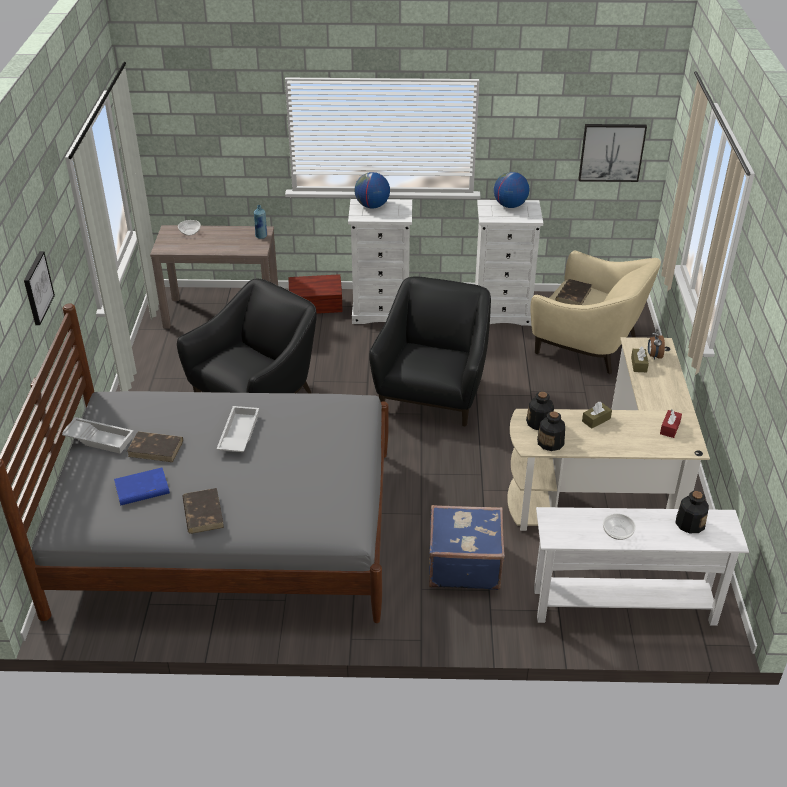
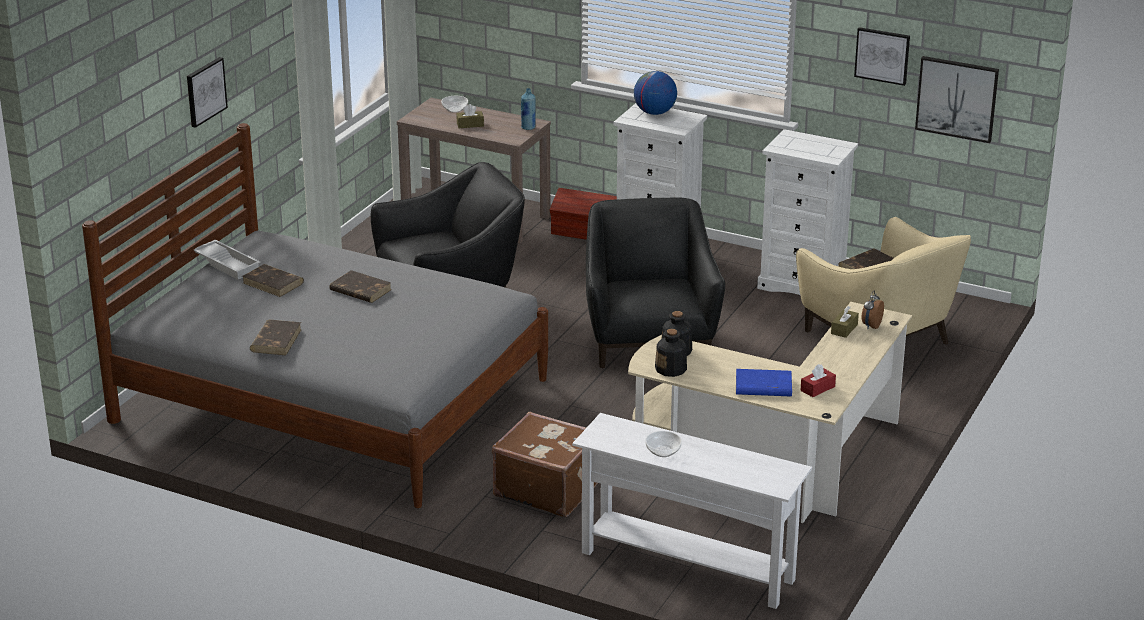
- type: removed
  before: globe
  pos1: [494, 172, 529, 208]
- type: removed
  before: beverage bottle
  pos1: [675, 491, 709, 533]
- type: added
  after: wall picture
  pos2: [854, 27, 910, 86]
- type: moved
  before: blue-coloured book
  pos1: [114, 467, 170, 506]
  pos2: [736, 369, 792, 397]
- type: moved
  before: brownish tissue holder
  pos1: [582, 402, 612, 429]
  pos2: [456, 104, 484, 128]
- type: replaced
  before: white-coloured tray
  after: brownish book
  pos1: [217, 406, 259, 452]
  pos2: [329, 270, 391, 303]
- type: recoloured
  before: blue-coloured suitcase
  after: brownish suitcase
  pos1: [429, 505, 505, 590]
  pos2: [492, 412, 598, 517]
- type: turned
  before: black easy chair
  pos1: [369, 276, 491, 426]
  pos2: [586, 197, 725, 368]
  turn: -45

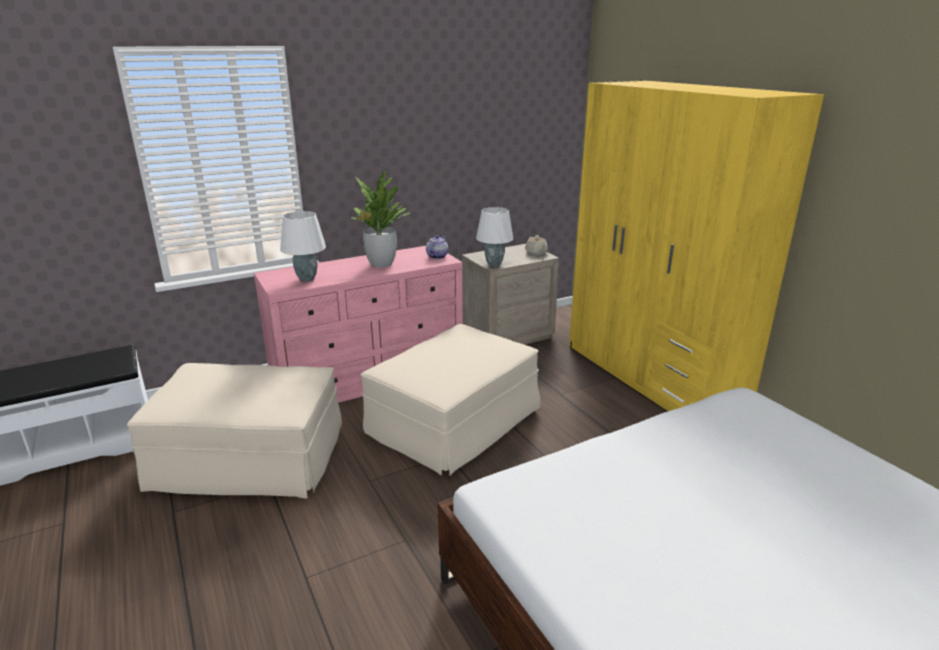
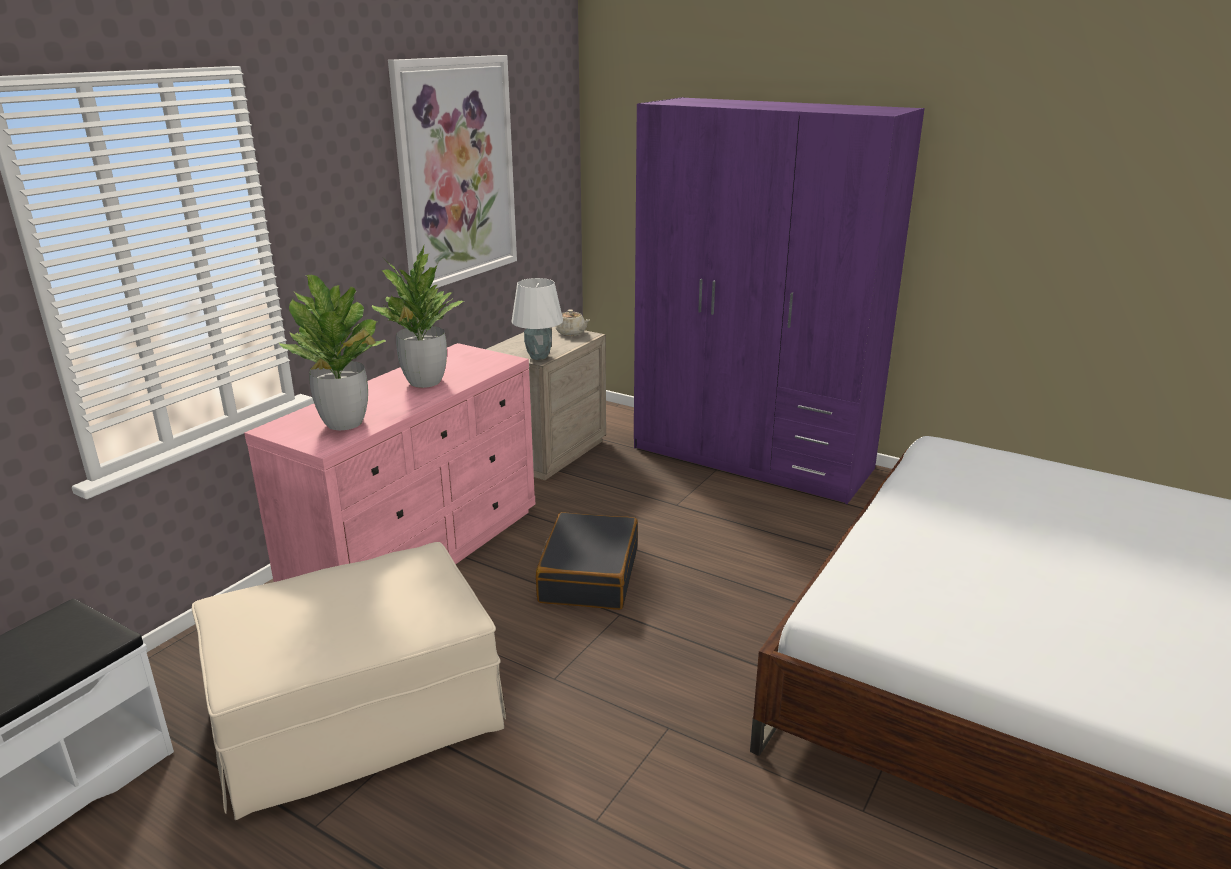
- type: removed
  before: pot for tea
  pos1: [426, 235, 448, 259]
- type: added
  after: wall picture
  pos2: [388, 55, 517, 289]
- type: replaced
  before: white-coloured tabletop lamp
  after: houseplant
  pos1: [280, 211, 326, 282]
  pos2: [279, 275, 386, 430]
- type: replaced
  before: beige pouffe
  after: black suitcase
  pos1: [360, 324, 541, 476]
  pos2: [536, 512, 638, 610]
- type: recoloured
  before: yellowish armoire
  after: purple armoire
  pos1: [569, 80, 824, 411]
  pos2: [634, 97, 925, 504]

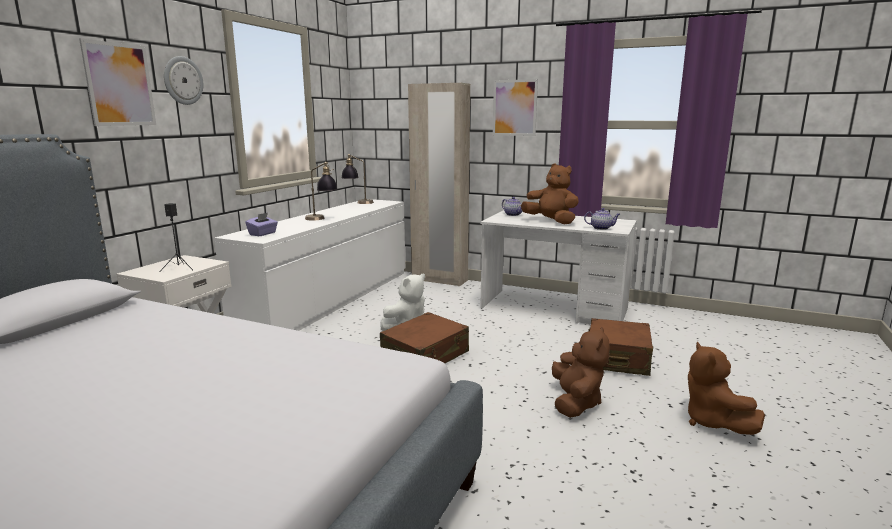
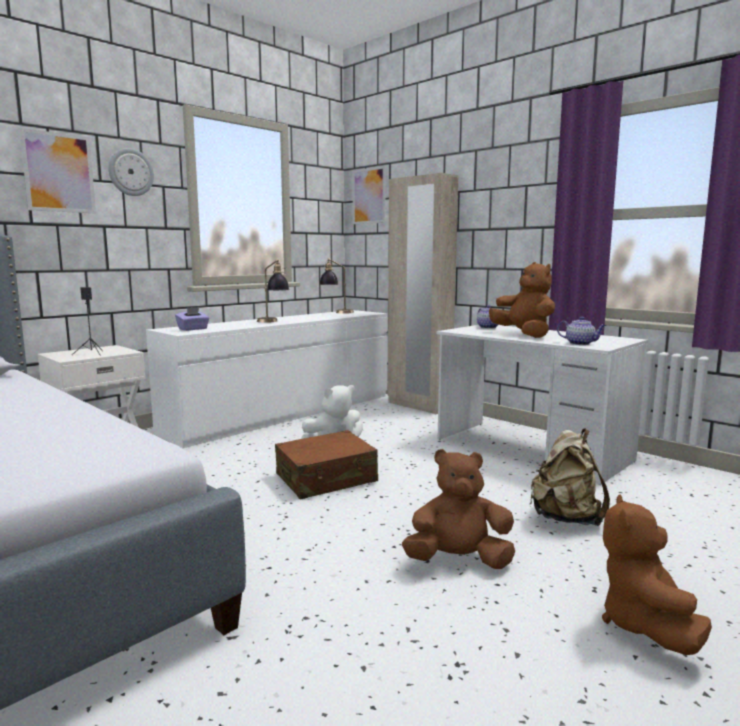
- type: moved
  before: wall picture
  pos1: [493, 79, 538, 136]
  pos2: [352, 166, 386, 224]
- type: replaced
  before: brownish suitcase
  after: beige rucksack
  pos1: [588, 318, 653, 376]
  pos2: [530, 428, 610, 526]
- type: turned
  before: brownish cuddly toy
  pos1: [552, 327, 610, 418]
  pos2: [402, 449, 515, 569]
  turn: -120

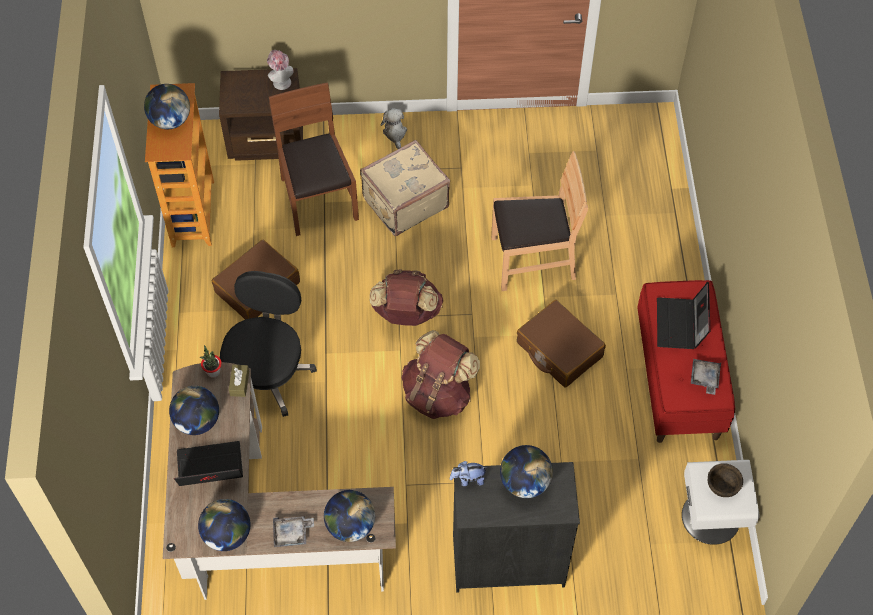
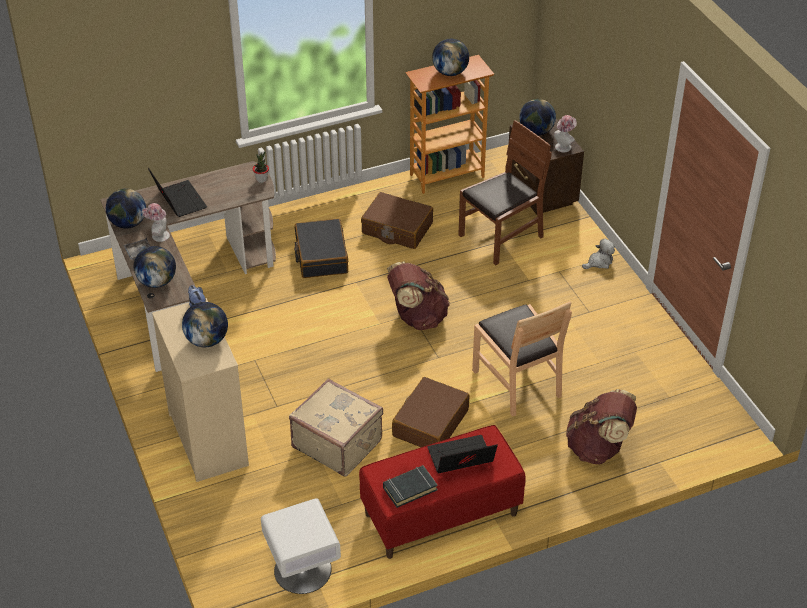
- type: removed
  before: brownish tissue holder
  pos1: [229, 365, 249, 397]
- type: removed
  before: brownish bowl
  pos1: [708, 463, 743, 497]
- type: added
  after: clothing hat
  pos2: [142, 203, 170, 242]
- type: moved
  before: globe
  pos1: [169, 386, 219, 435]
  pos2: [519, 99, 556, 136]
- type: moved
  before: beige suitcase
  pos1: [360, 140, 450, 236]
  pos2: [289, 379, 383, 477]
- type: moved
  before: brownish rucksack
  pos1: [401, 330, 480, 419]
  pos2: [566, 389, 637, 464]
- type: replaced
  before: black office chair
  after: black suitcase
  pos1: [220, 271, 317, 417]
  pos2: [294, 219, 348, 278]
- type: replaced
  before: greyish tray
  after: black book
  pos1: [691, 359, 721, 395]
  pos2: [383, 465, 438, 508]
- type: recoloured
  before: black chest of drawers
  after: beige chest of drawers
  pos1: [453, 462, 580, 592]
  pos2: [152, 298, 249, 482]

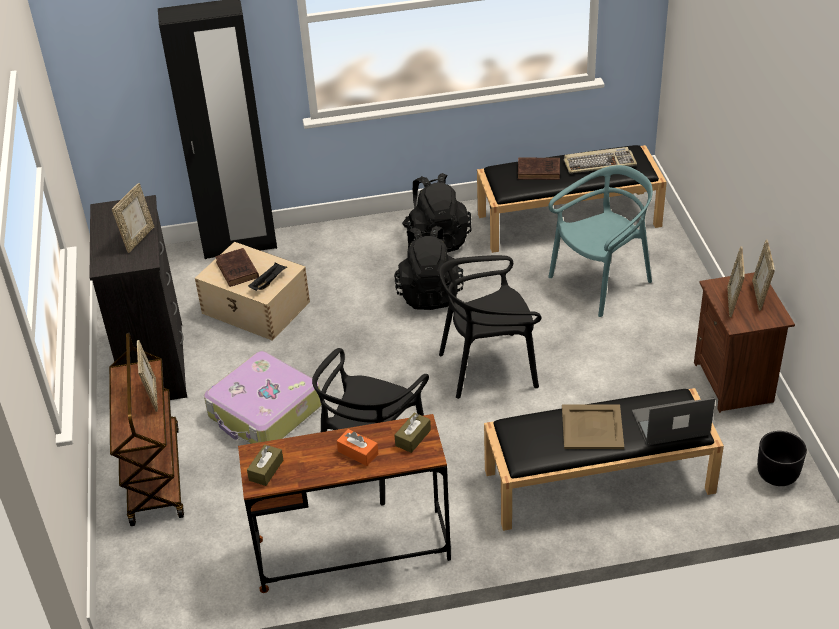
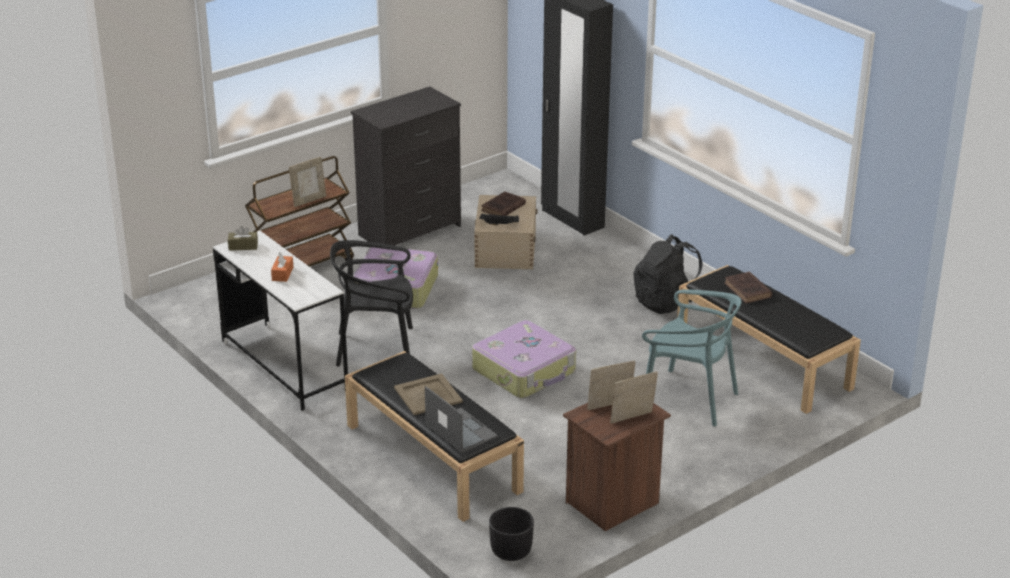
- type: removed
  before: standing frame
  pos1: [112, 183, 154, 253]
- type: removed
  before: black rucksack
  pos1: [394, 226, 464, 310]
- type: removed
  before: brownish tissue holder
  pos1: [395, 413, 431, 453]
- type: removed
  before: computer keyboard
  pos1: [564, 147, 637, 174]
- type: replaced
  before: black upright chair
  after: suitcase
  pos1: [439, 255, 541, 399]
  pos2: [472, 320, 576, 398]
- type: recoloured
  before: brownish desk table
  after: white-coloured desk table
  pos1: [238, 414, 451, 593]
  pos2: [213, 231, 348, 411]

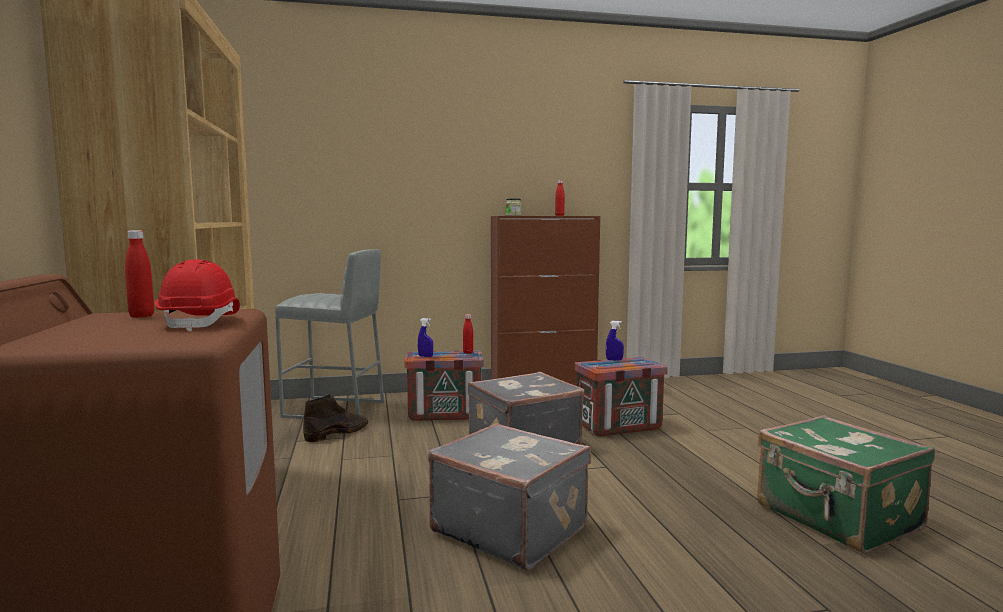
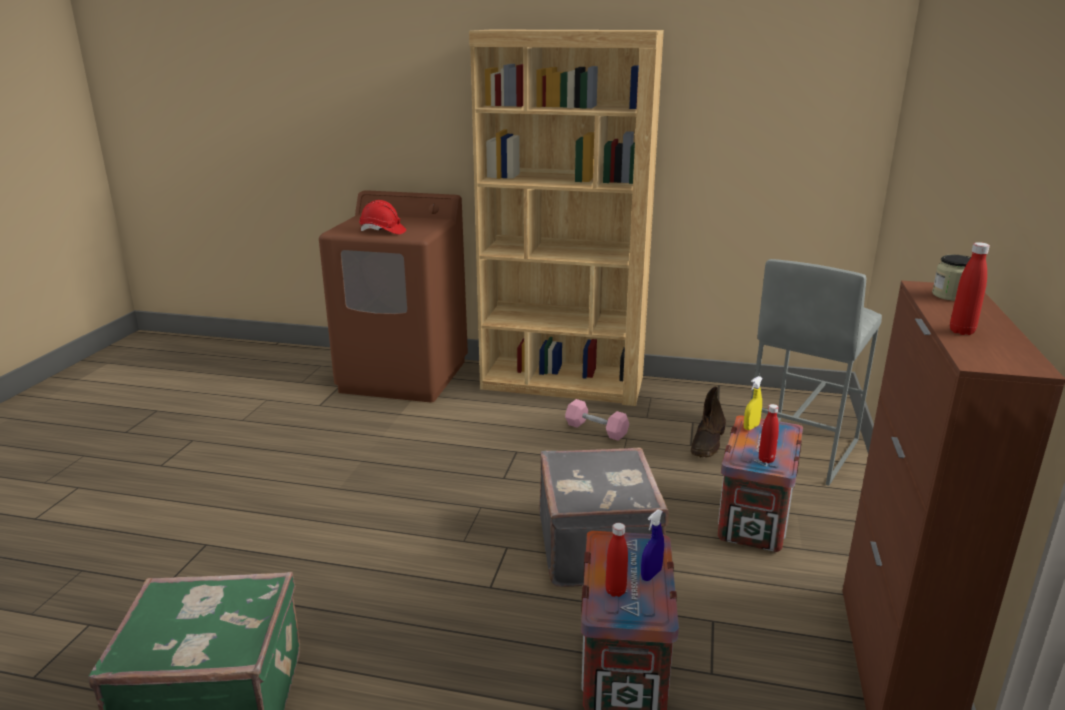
- type: removed
  before: greyish suitcase
  pos1: [428, 423, 591, 570]
- type: added
  after: pinkish hand weight
  pos2: [565, 399, 629, 441]
- type: moved
  before: reddish beverage bottle
  pos1: [125, 230, 154, 317]
  pos2: [605, 523, 628, 597]
- type: recoloured
  before: blue-coloured spray bottle
  after: yellowish spray bottle
  pos1: [418, 318, 433, 357]
  pos2: [744, 376, 763, 430]
- type: turned
  before: brownish high-top boot
  pos1: [303, 394, 368, 442]
  pos2: [691, 387, 726, 458]
  turn: 45

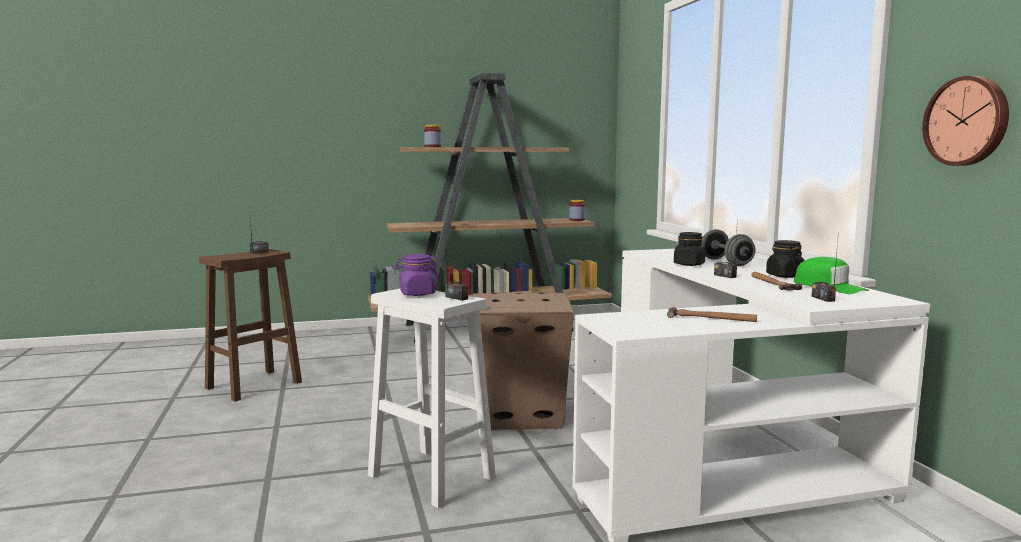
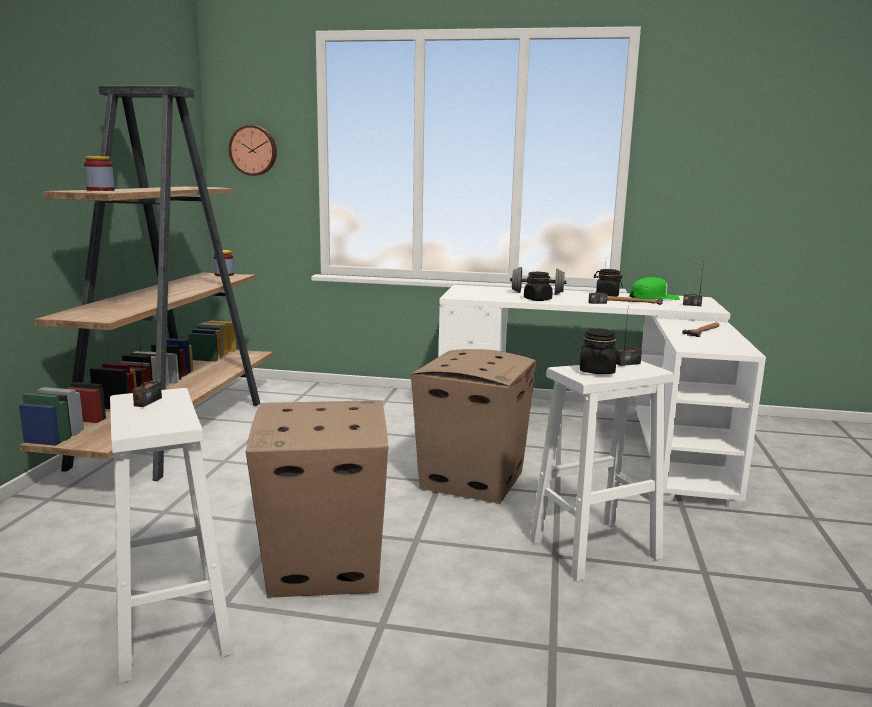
- type: added
  after: cardboard box
  pos2: [246, 400, 389, 598]
- type: moved
  before: hanging clock
  pos1: [922, 76, 1009, 166]
  pos2: [229, 125, 277, 176]
- type: recoloured
  before: brownish stool
  after: white-coloured stool
  pos1: [199, 249, 302, 402]
  pos2: [110, 388, 234, 684]
- type: recoloured
  before: purple preserve jar
  after: black preserve jar
  pos1: [395, 254, 439, 296]
  pos2: [580, 328, 617, 374]

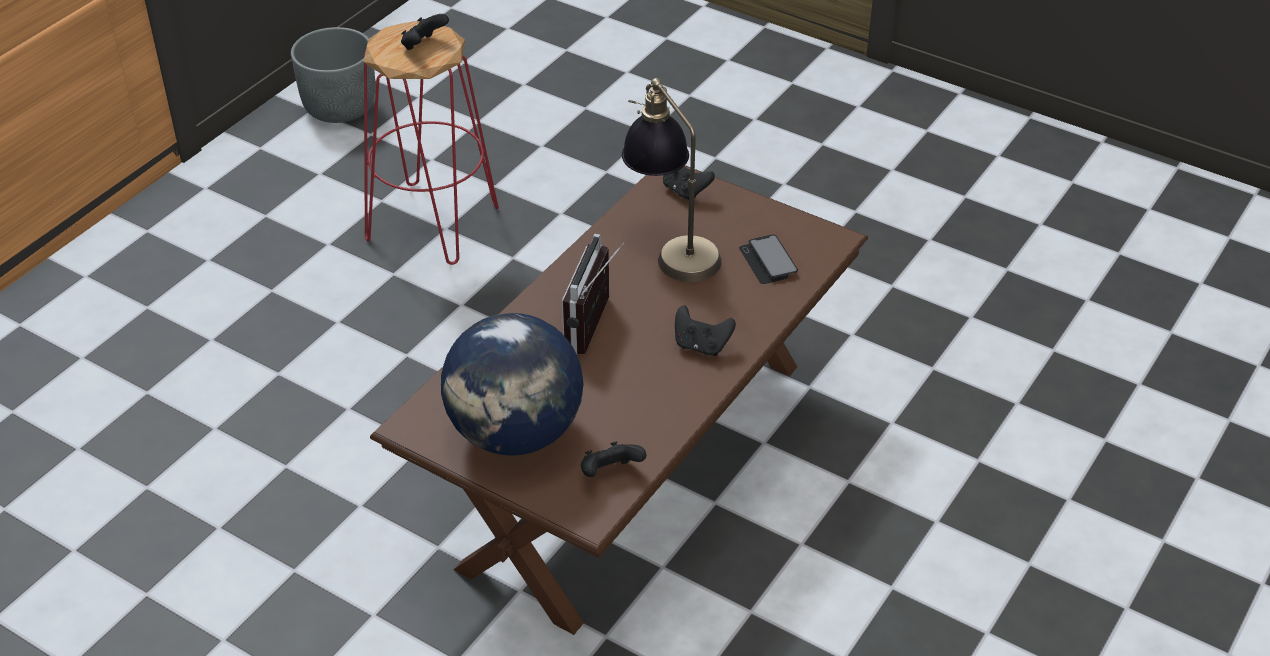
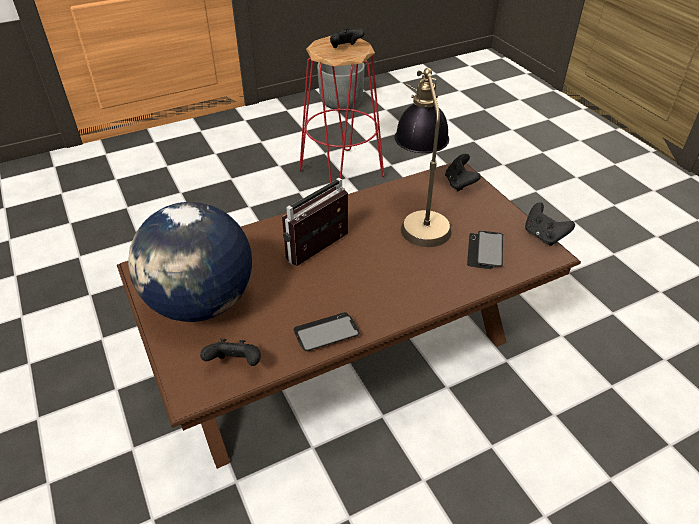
- type: added
  after: phone
  pos2: [293, 312, 360, 351]
- type: moved
  before: black game controller
  pos1: [675, 305, 736, 356]
  pos2: [525, 202, 575, 246]

